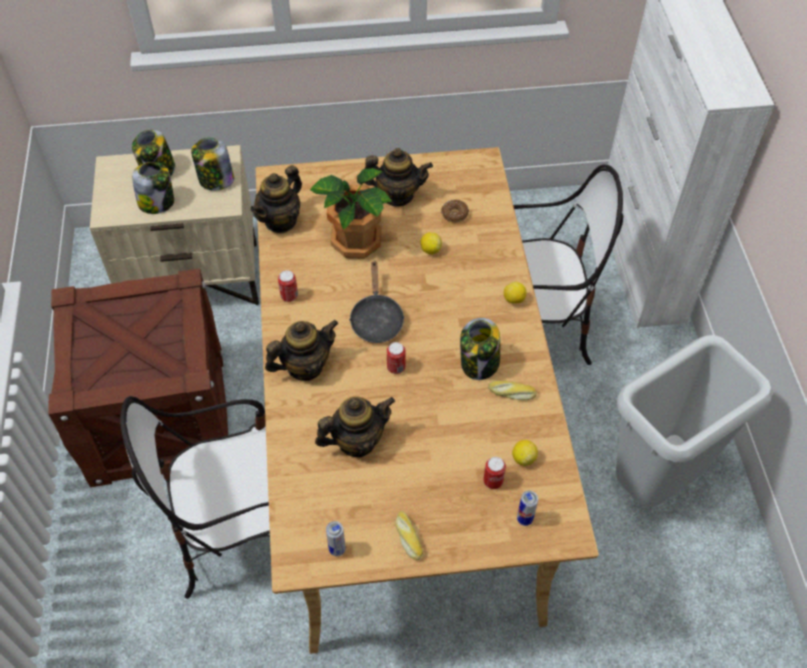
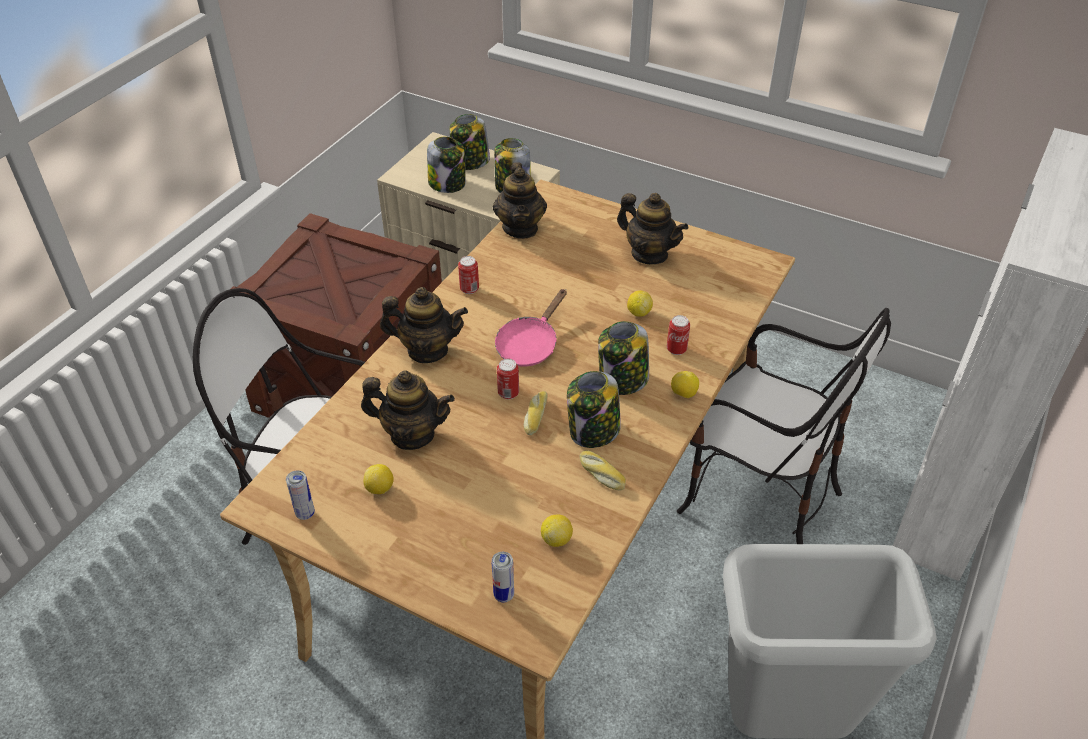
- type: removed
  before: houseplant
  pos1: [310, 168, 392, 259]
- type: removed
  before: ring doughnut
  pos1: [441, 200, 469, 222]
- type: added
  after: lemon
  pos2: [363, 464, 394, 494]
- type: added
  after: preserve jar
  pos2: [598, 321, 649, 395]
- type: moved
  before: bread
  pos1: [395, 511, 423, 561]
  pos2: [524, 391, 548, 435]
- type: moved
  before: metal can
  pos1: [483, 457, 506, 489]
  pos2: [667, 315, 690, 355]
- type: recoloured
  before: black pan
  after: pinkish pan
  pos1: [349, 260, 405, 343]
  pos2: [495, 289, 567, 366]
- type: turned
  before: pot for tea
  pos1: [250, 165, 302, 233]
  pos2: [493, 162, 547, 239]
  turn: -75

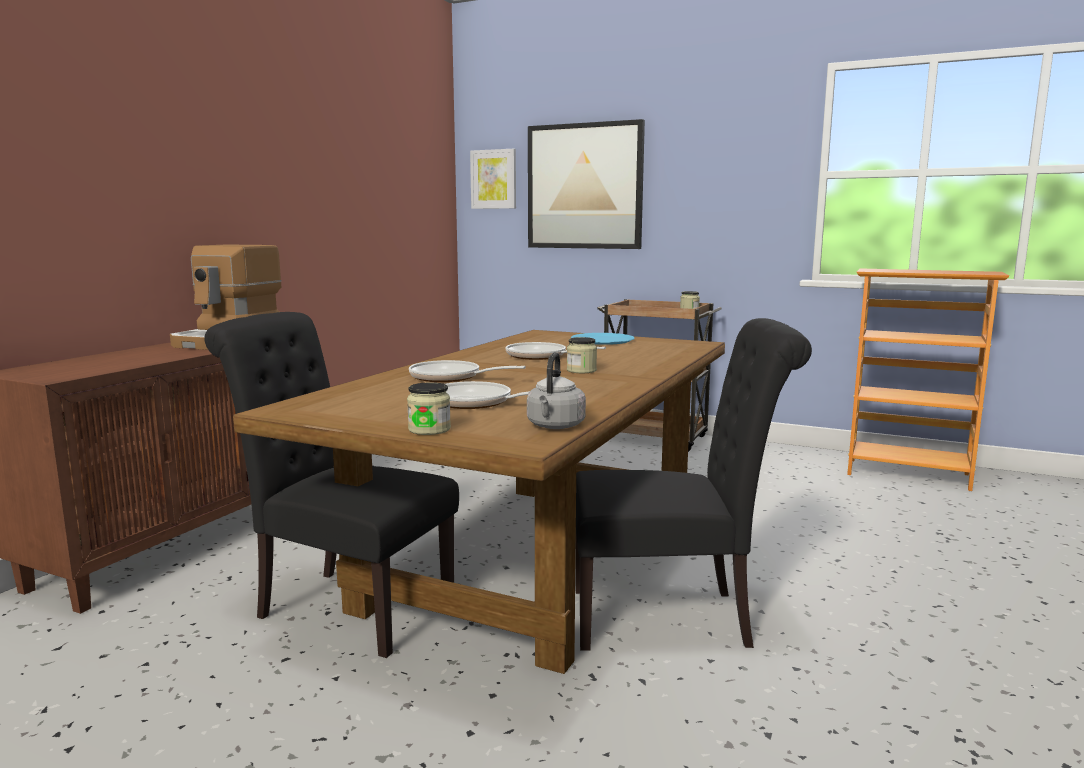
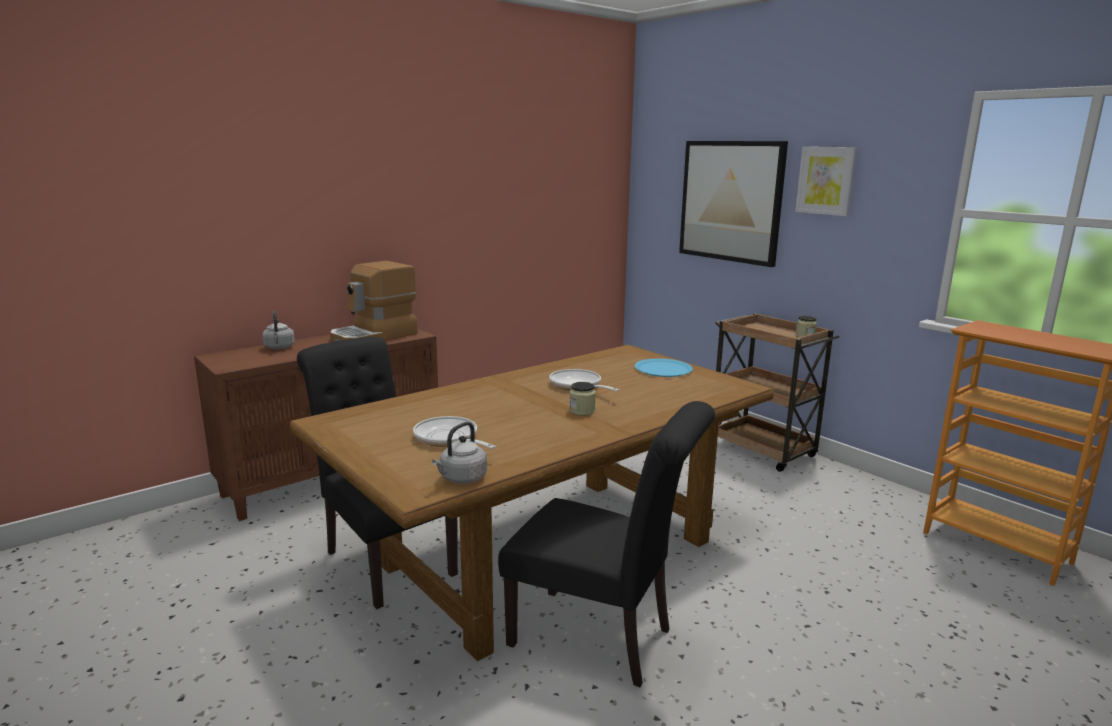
- type: removed
  before: preserve jar
  pos1: [407, 382, 451, 435]
- type: removed
  before: pan
  pos1: [409, 360, 526, 382]
- type: added
  after: greyish water kettle
  pos2: [262, 311, 295, 349]
- type: moved
  before: wall picture
  pos1: [470, 149, 516, 209]
  pos2: [795, 147, 857, 216]

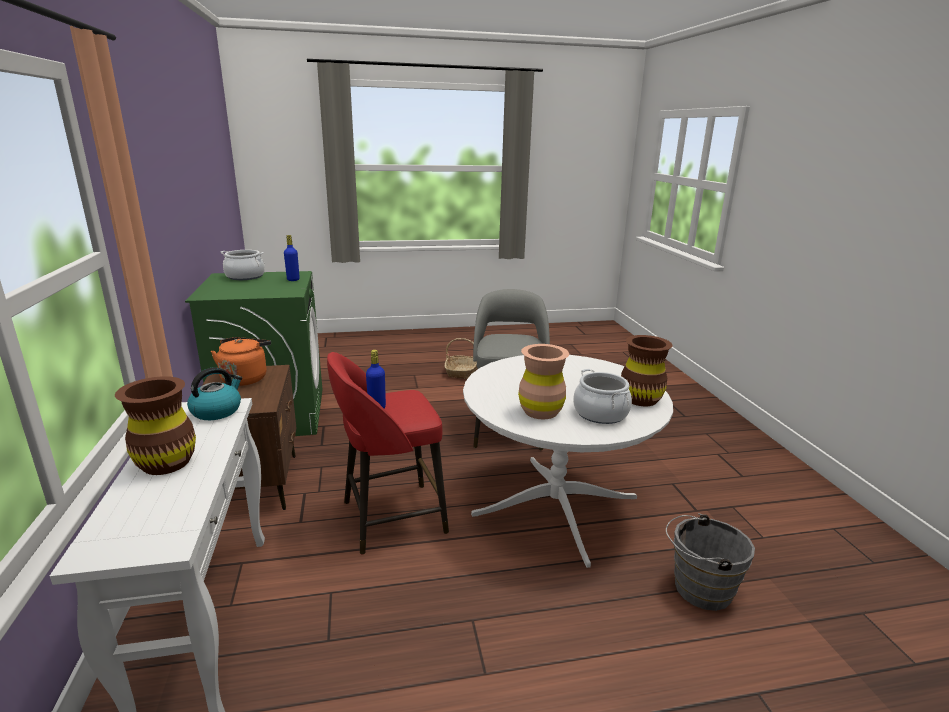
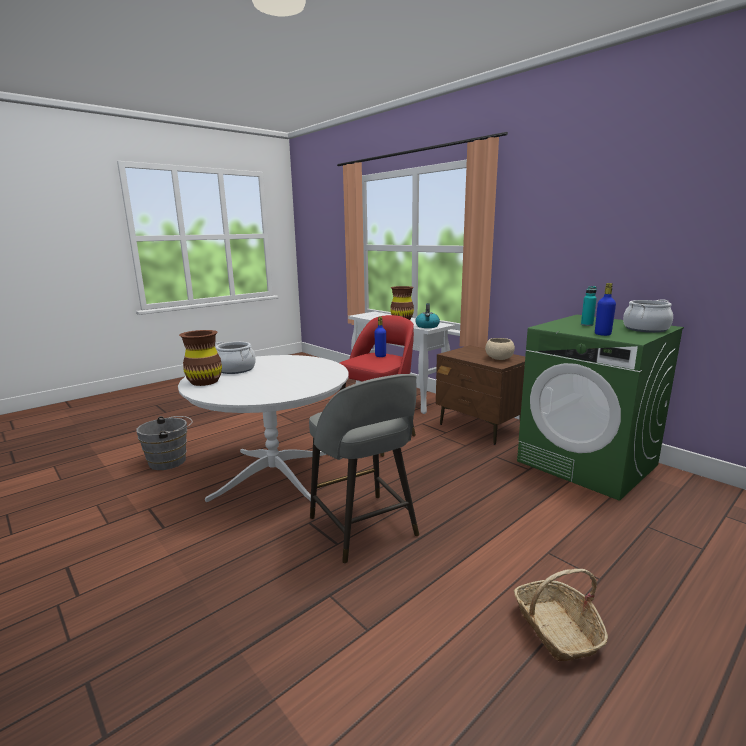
- type: removed
  before: brownish vase
  pos1: [518, 344, 569, 419]
- type: added
  after: turquoise beverage bottle
  pos2: [581, 286, 597, 326]
- type: replaced
  before: orangey water kettle
  after: beige bowl
  pos1: [211, 337, 271, 386]
  pos2: [485, 338, 515, 360]

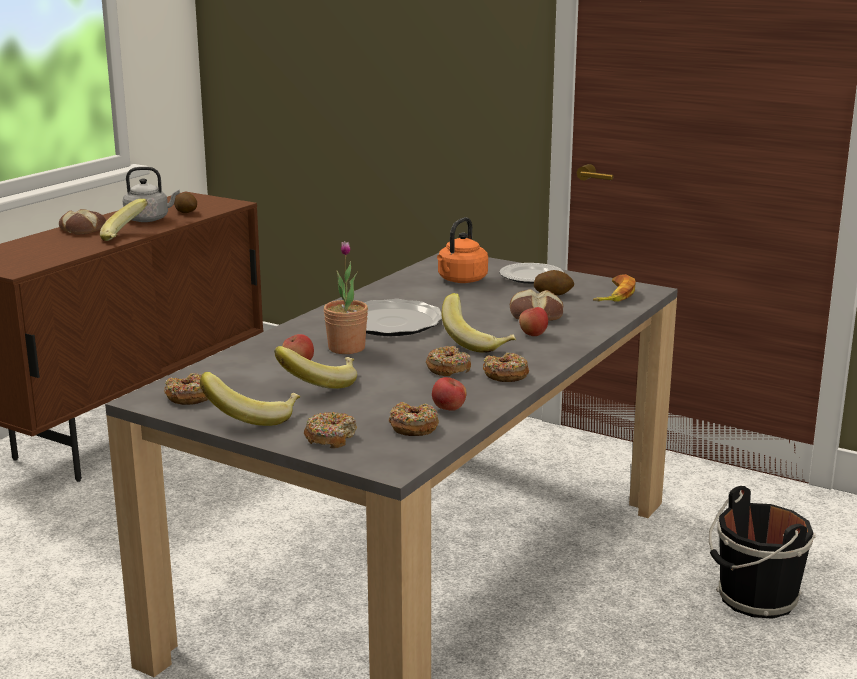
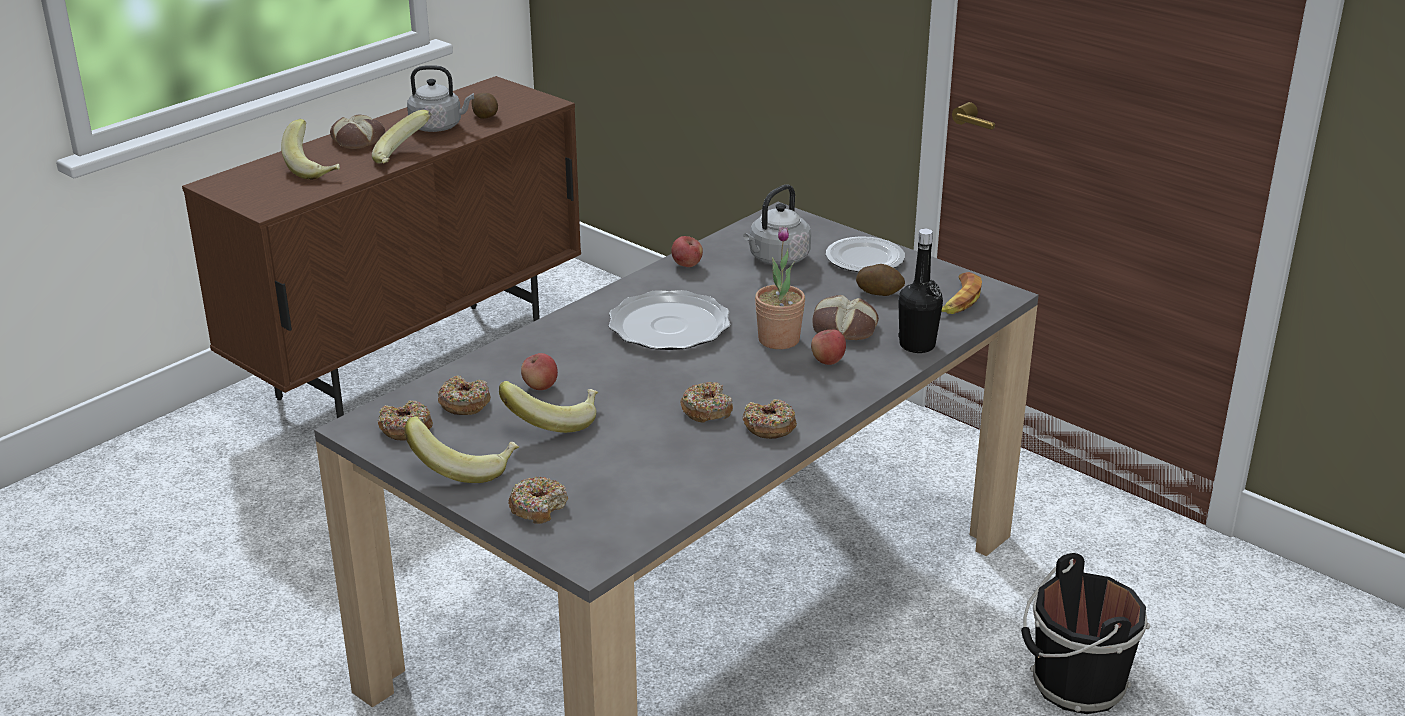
- type: added
  after: black beverage bottle
  pos2: [898, 229, 943, 353]
- type: moved
  before: houseplant
  pos1: [324, 241, 368, 354]
  pos2: [755, 226, 805, 349]
- type: moved
  before: ring doughnut
  pos1: [389, 402, 439, 436]
  pos2: [437, 376, 491, 415]
- type: moved
  before: whole apple
  pos1: [432, 377, 466, 411]
  pos2: [671, 236, 703, 267]
- type: moved
  before: whole banana
  pos1: [442, 293, 516, 353]
  pos2: [281, 119, 340, 179]
- type: recoloured
  before: orangey water kettle
  after: greyish water kettle
  pos1: [437, 217, 488, 283]
  pos2: [743, 184, 811, 265]

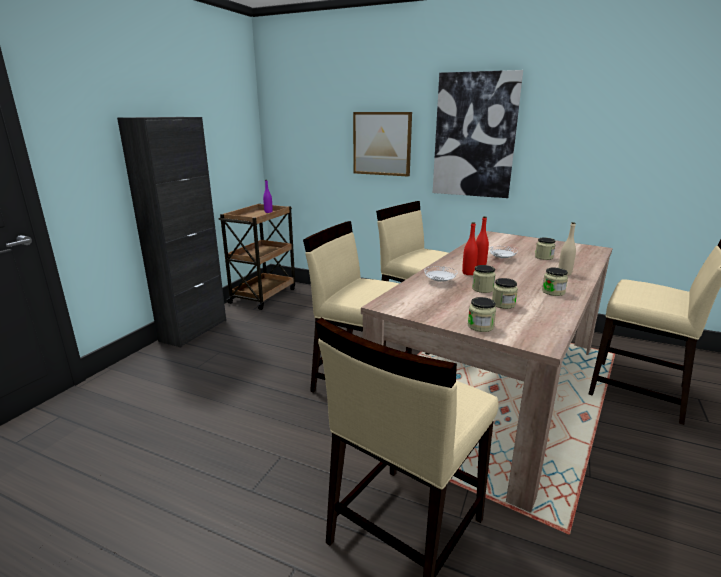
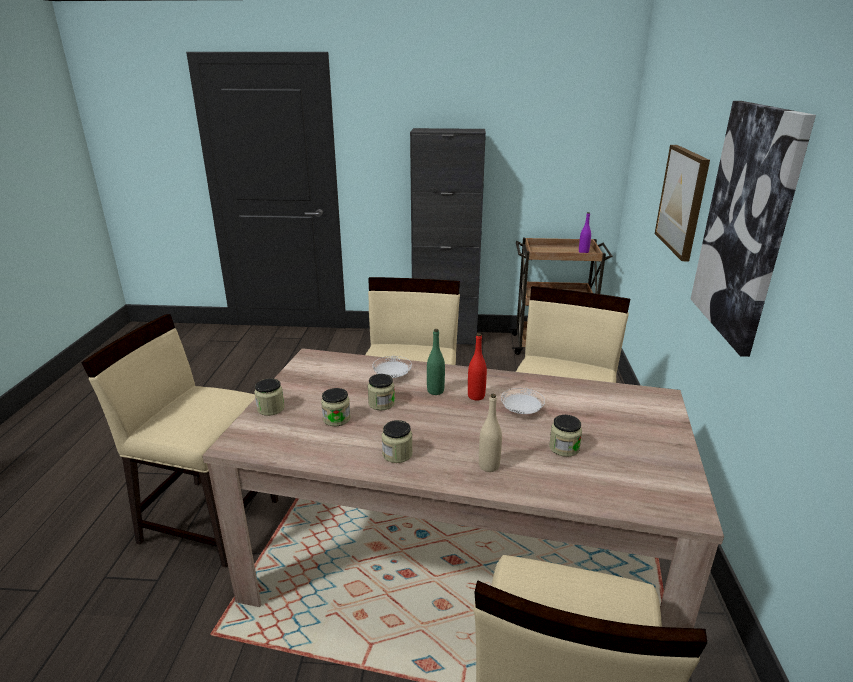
- type: recoloured
  before: reddish beverage bottle
  after: green beverage bottle
  pos1: [462, 222, 478, 275]
  pos2: [427, 329, 445, 395]

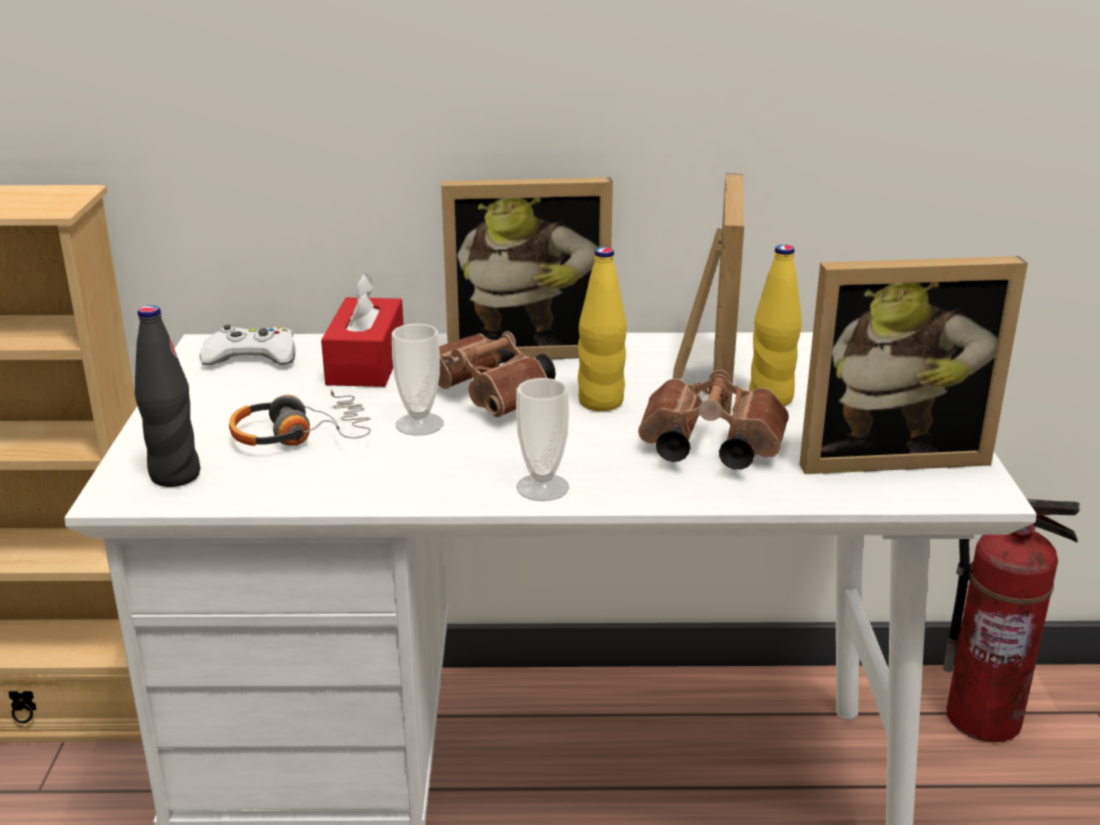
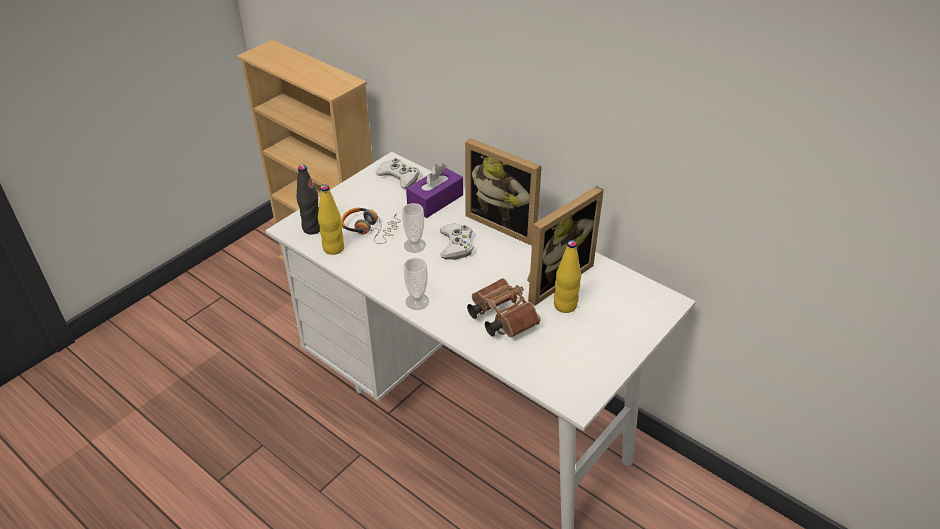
- type: removed
  before: standing frame
  pos1: [799, 256, 1028, 474]
- type: removed
  before: extinguisher
  pos1: [943, 499, 1080, 742]
- type: moved
  before: yellowish beverage bottle
  pos1: [578, 247, 627, 411]
  pos2: [318, 185, 344, 255]
- type: replaced
  before: brownish pair of binoculars
  after: white-coloured game controller
  pos1: [438, 331, 556, 417]
  pos2: [440, 224, 474, 260]
- type: recoloured
  before: reddish tissue holder
  after: purple tissue holder
  pos1: [321, 273, 404, 387]
  pos2: [406, 163, 463, 218]

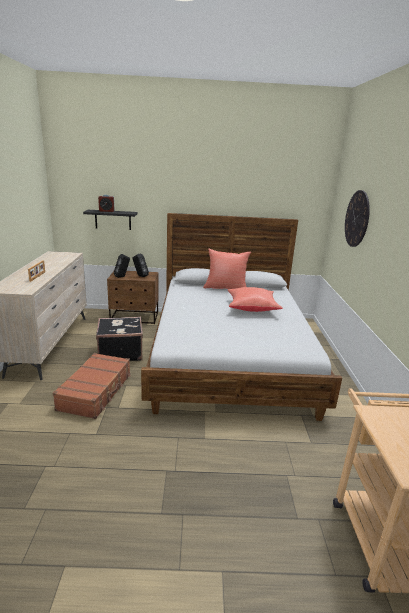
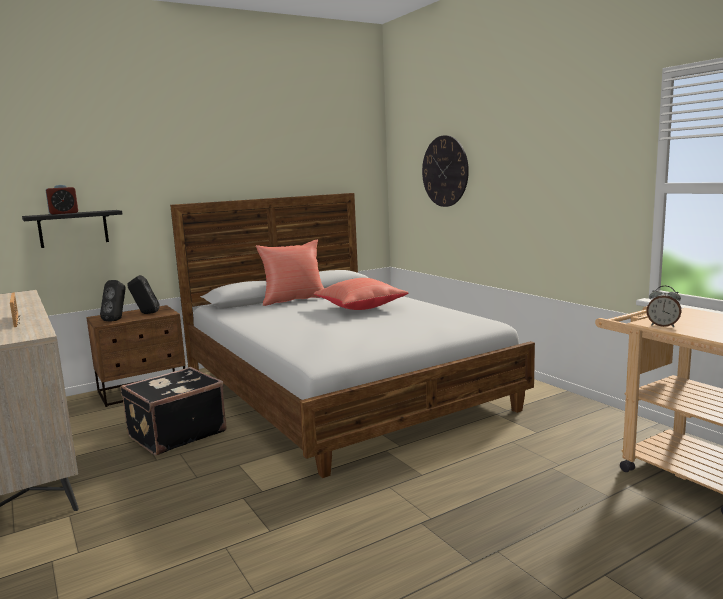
- type: removed
  before: brownish suitcase
  pos1: [53, 353, 130, 419]
- type: added
  after: table clock
  pos2: [646, 285, 682, 327]

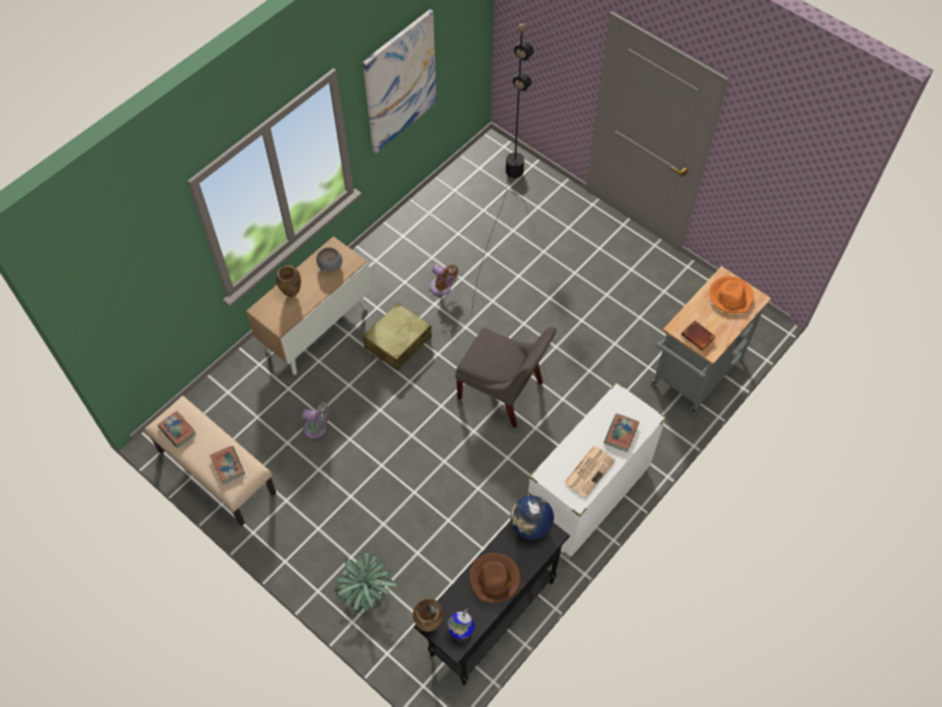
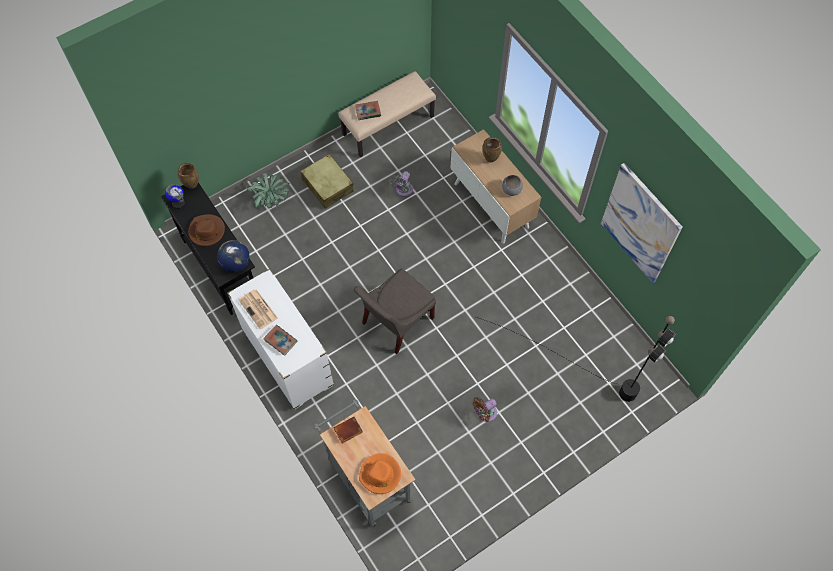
- type: removed
  before: book
  pos1: [158, 411, 196, 448]
- type: moved
  before: beige suitcase
  pos1: [363, 303, 432, 371]
  pos2: [300, 154, 354, 209]
- type: moved
  before: brownish electric fan
  pos1: [430, 264, 459, 295]
  pos2: [473, 397, 497, 422]

